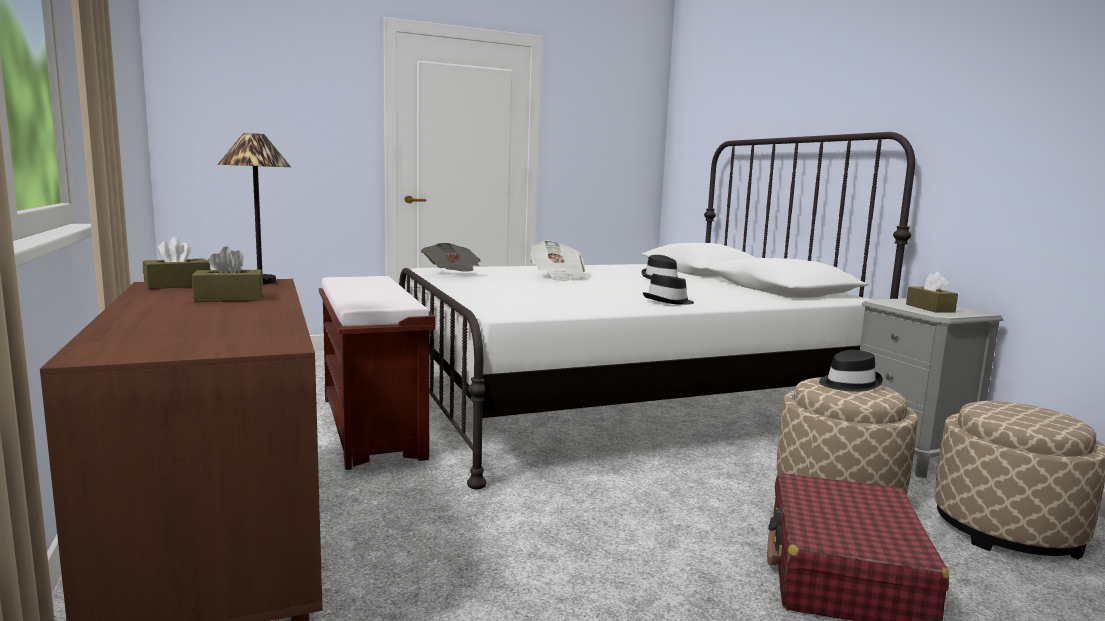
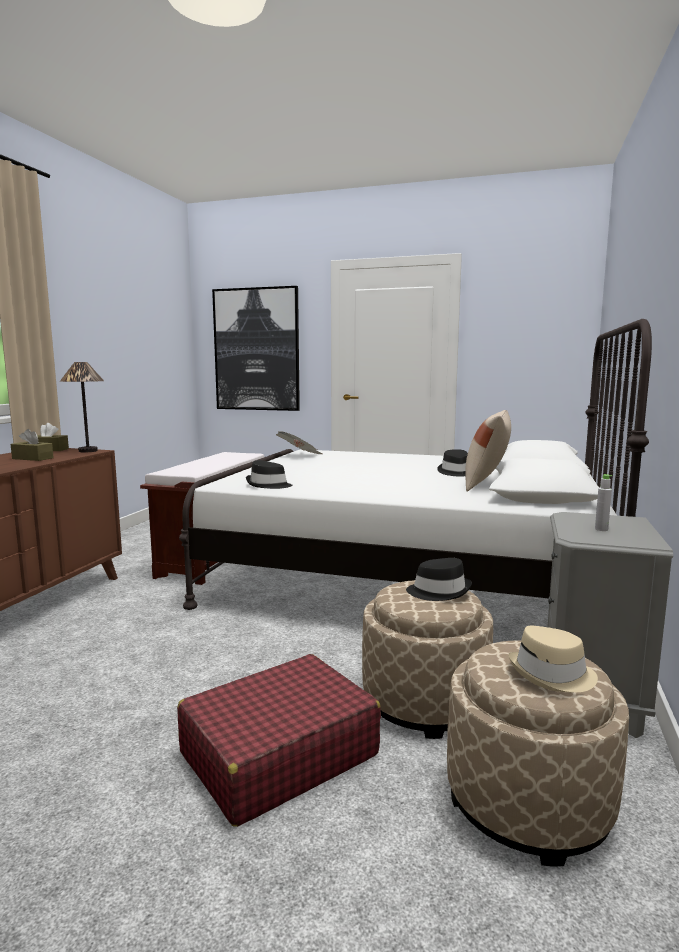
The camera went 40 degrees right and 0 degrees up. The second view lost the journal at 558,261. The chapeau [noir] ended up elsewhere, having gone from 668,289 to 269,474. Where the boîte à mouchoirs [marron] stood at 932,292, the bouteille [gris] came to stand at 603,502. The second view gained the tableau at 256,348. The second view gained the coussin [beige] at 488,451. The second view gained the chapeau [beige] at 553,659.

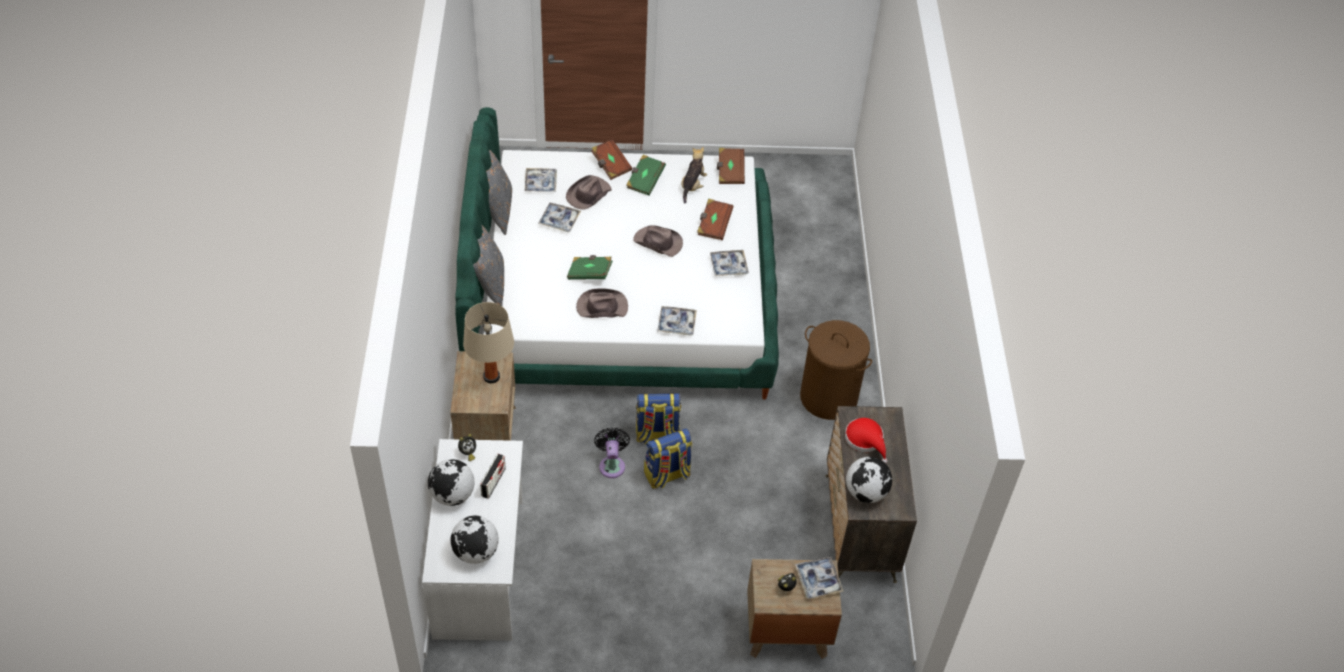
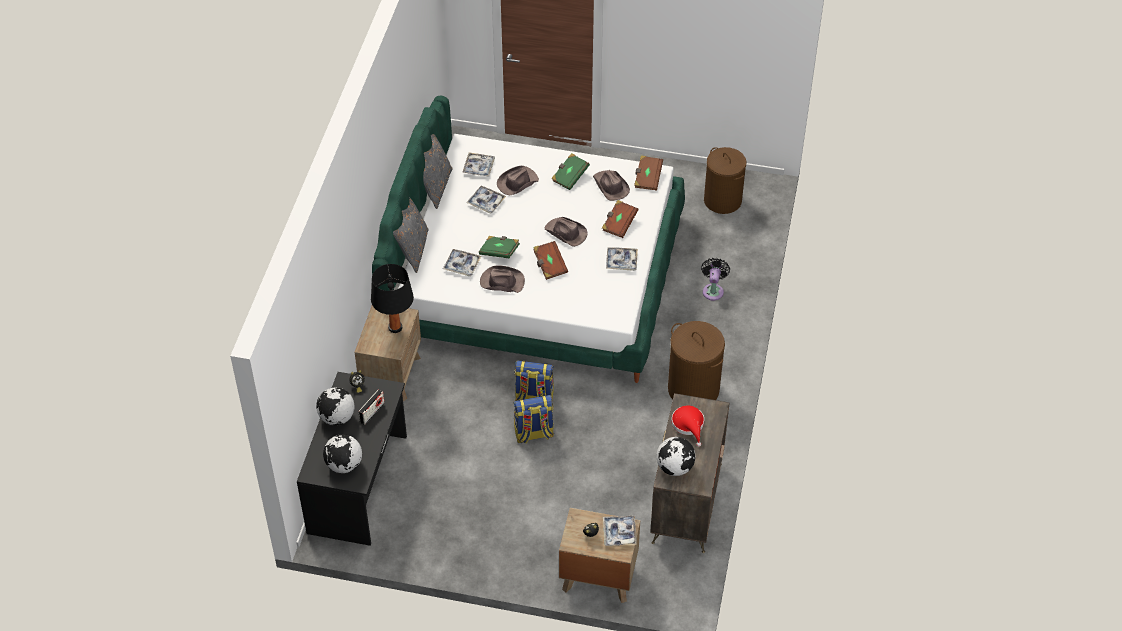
The camera went 15 degrees right and 0 degrees up. What was the bureau [blanc] at 472,540 turned into the bureau [noir] at 352,459. What was the lampe de table [beige] at 488,342 turned into the lampe de table [noir] at 392,298. The livre [marron] ended up elsewhere, having gone from 611,159 to 550,260. The ventilateur [noir] ended up elsewhere, having gone from 612,452 to 715,279. The plateau ended up elsewhere, having gone from 677,321 to 462,262. Where the peluche stood at 694,175, the chapeau [marron] came to stand at 611,185. The second view gained the panier à linge [marron] at 725,180.

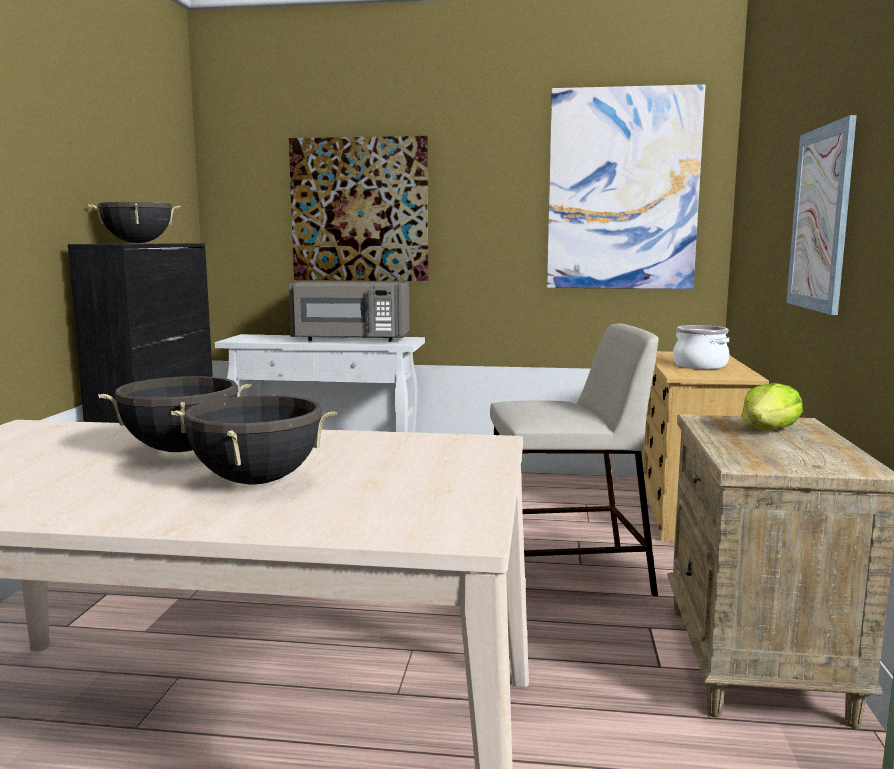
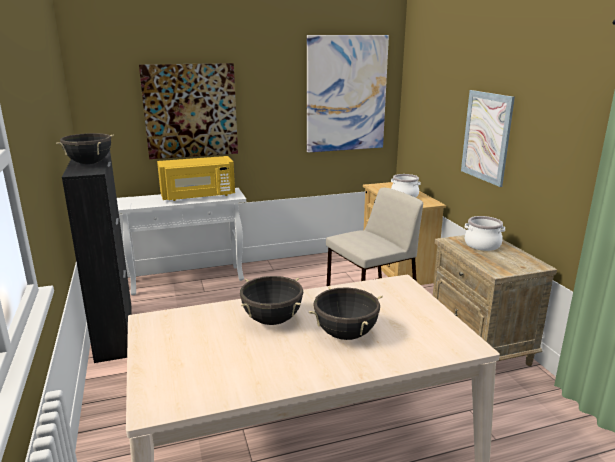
The camera went 25 degrees left and 10 degrees up. What was the micro-ondes [gris] at 349,312 turned into the micro-ondes [jaune] at 196,178. Where the laitue stood at 772,406, the marmite came to stand at 485,233.

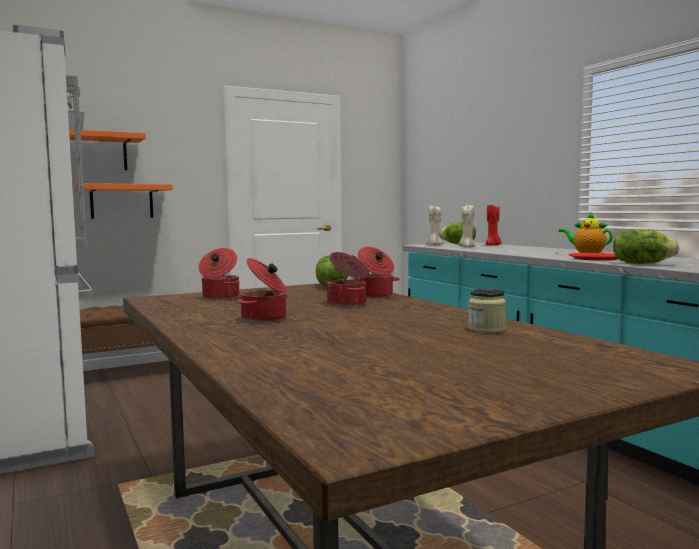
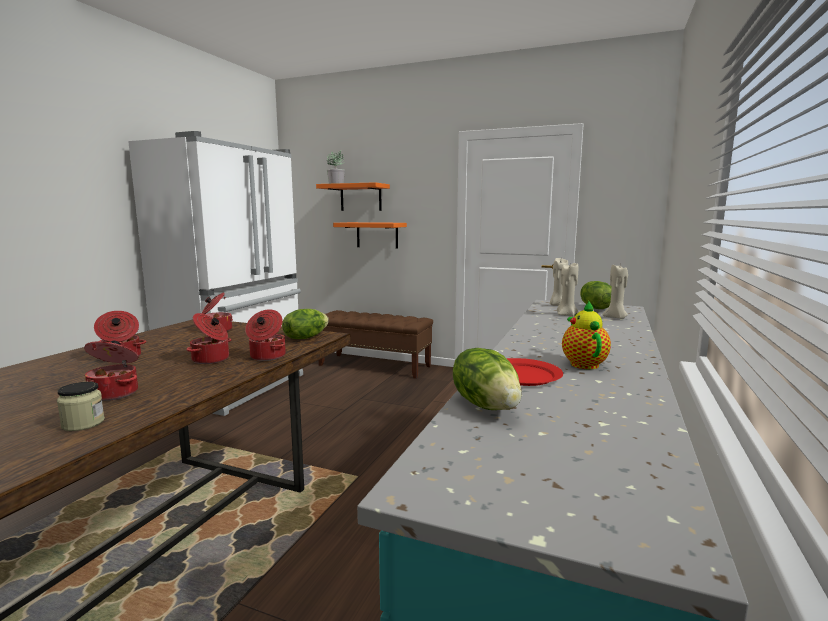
The camera went 50 degrees right and 5 degrees up. What was the bougie [rouge] at 494,225 turned into the bougie [beige] at 615,292. The second view gained the marmite at 111,371.

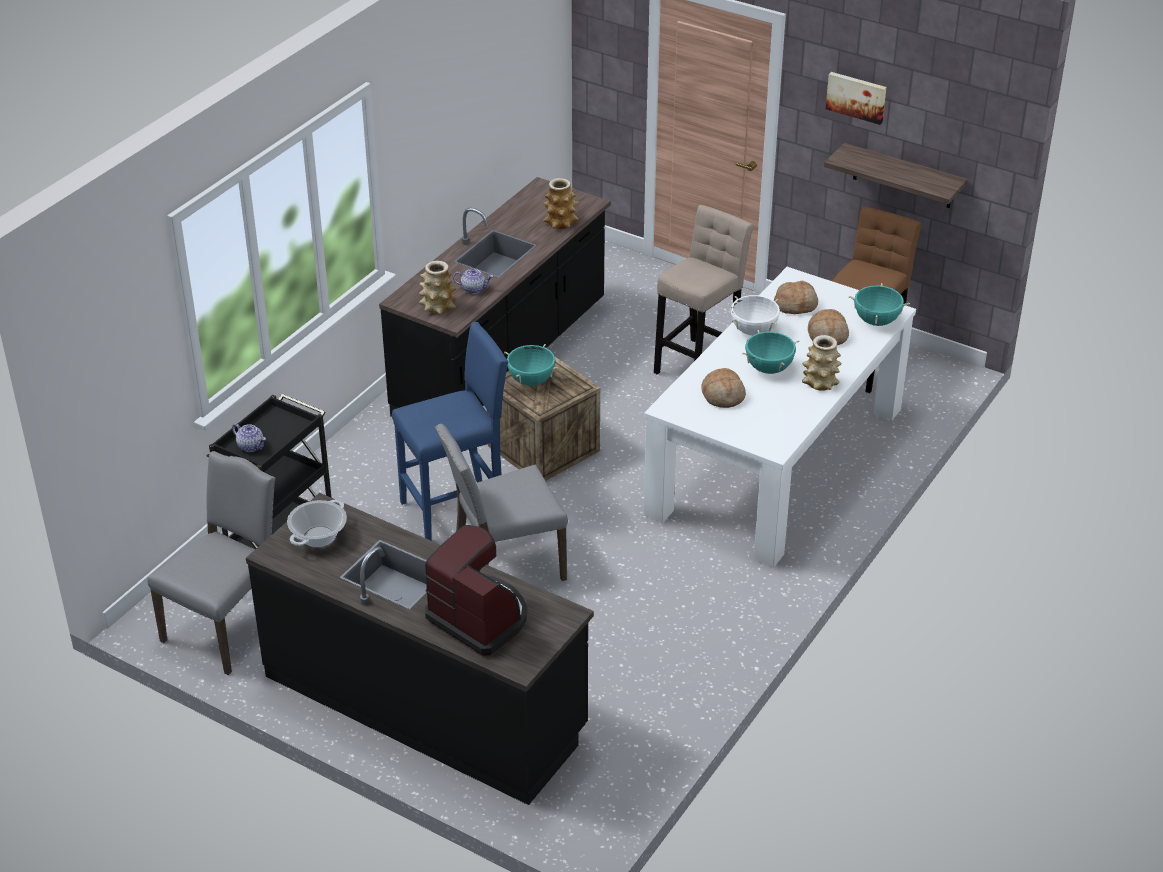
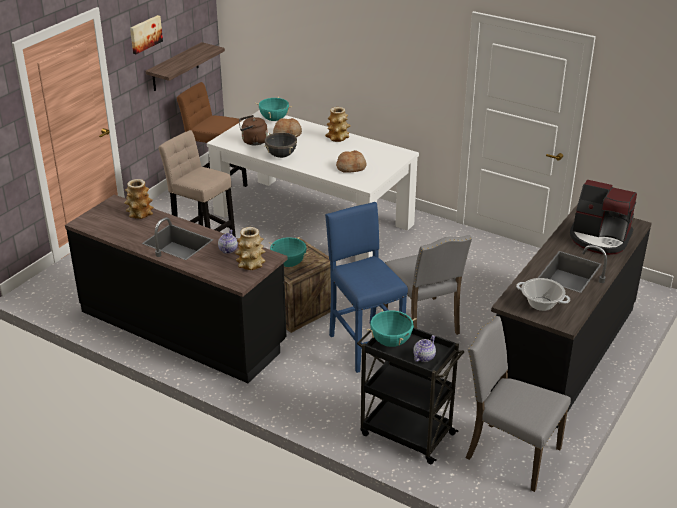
The camera went 90 degrees left and 5 degrees down. The machine à café at 475,590 ended up facing another way, 105 degrees counterclockwise from before. What was the marmite [blanc] at 755,315 turned into the marmite [noir] at 280,145. The marmite [turquoise] ended up elsewhere, having gone from 771,352 to 392,328. Where the pain stood at 796,297, the bouilloire [marron] came to stand at 253,130.

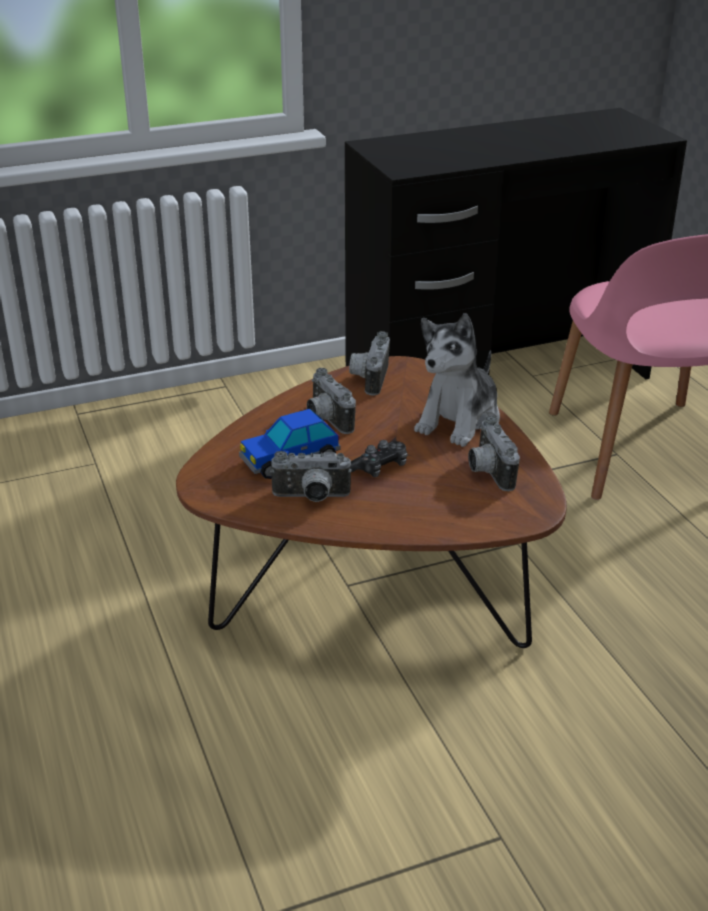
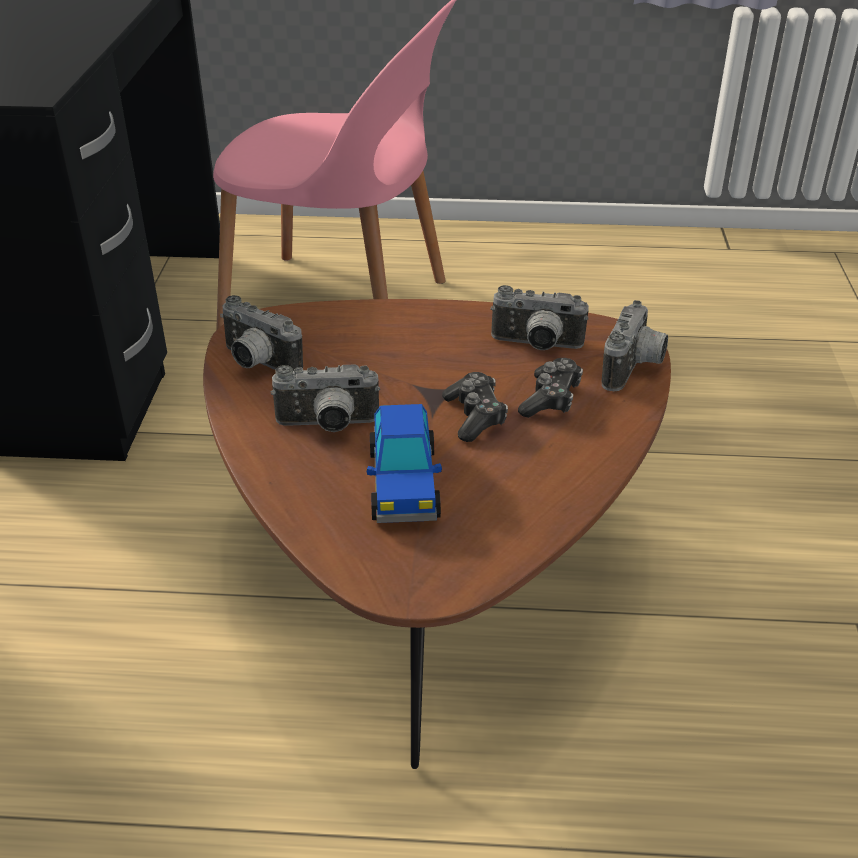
The camera went 65 degrees left and 5 degrees up. The appareil photo ended up elsewhere, having gone from 311,476 to 635,345. The second view lost the peluche at 457,380. The second view gained the manette at 550,388.

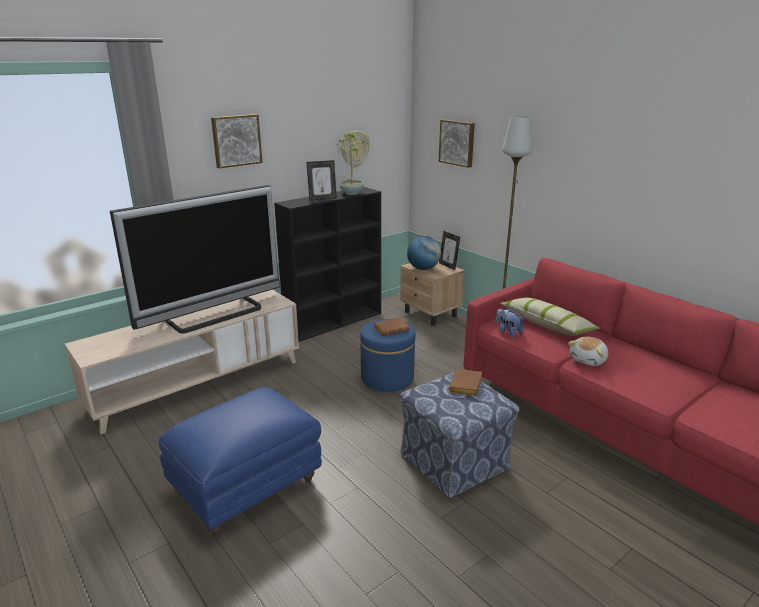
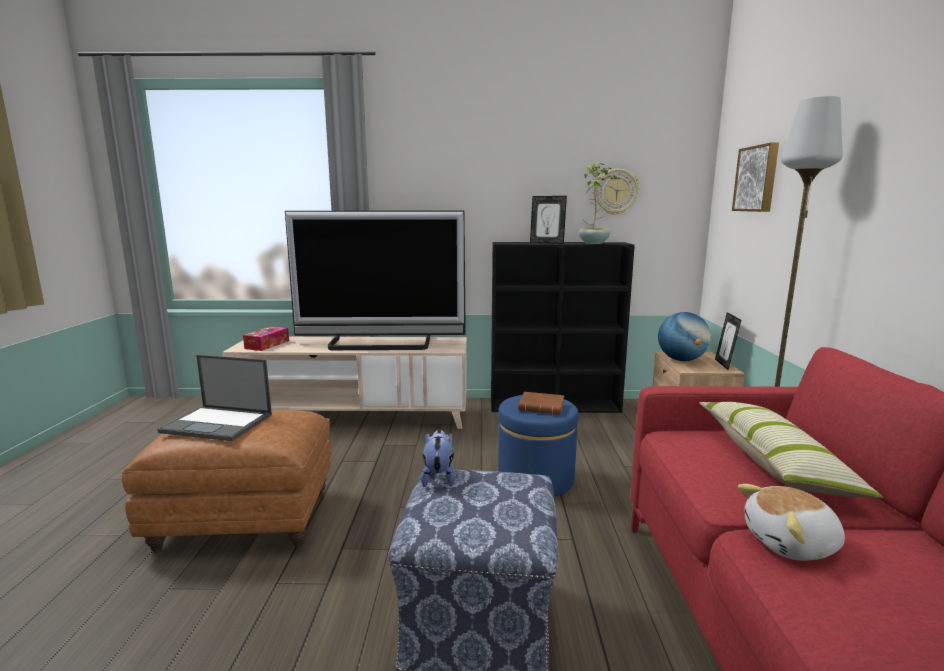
The camera went 40 degrees right and 10 degrees down. What was the pouf [bleu] at 240,461 turned into the pouf [marron] at 227,480. The second view lost the tableau at 237,141. The second view lost the livre [marron] at 465,382. The peluche ended up elsewhere, having gone from 509,322 to 438,458. The second view gained the ordinateur portable at 214,398. The second view gained the boîte à mouchoirs at 266,338.

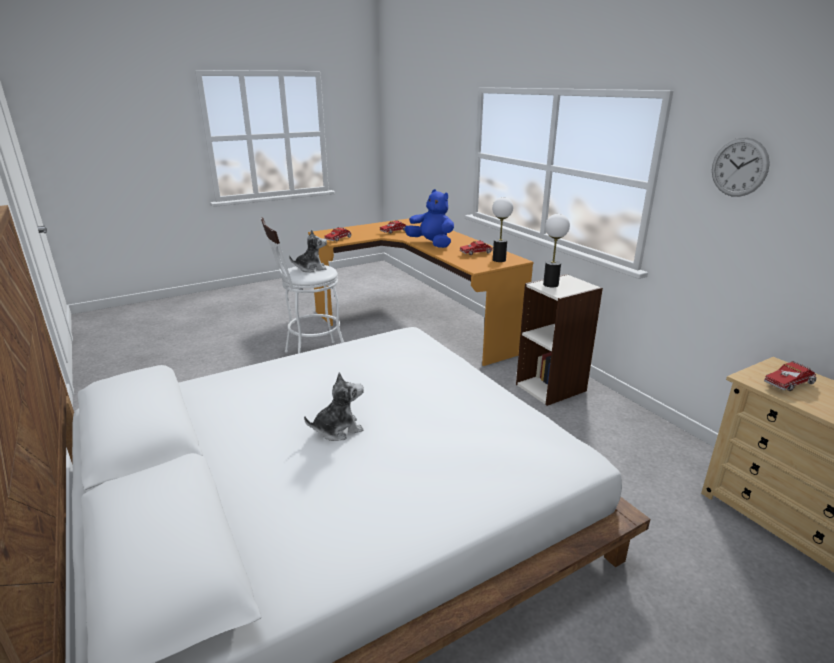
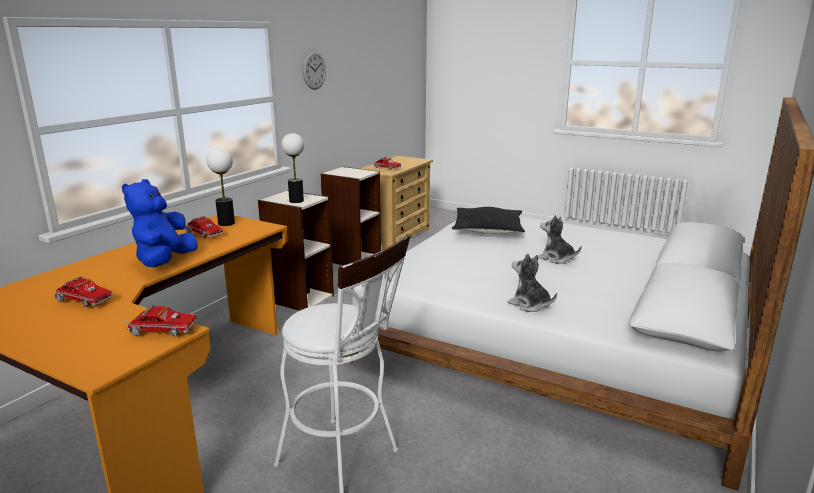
The camera went 120 degrees left and 5 degrees down. The peluche ended up elsewhere, having gone from 308,250 to 532,282. The second view gained the bibliothèque at 350,215. The second view gained the coussin [noir] at 488,220.

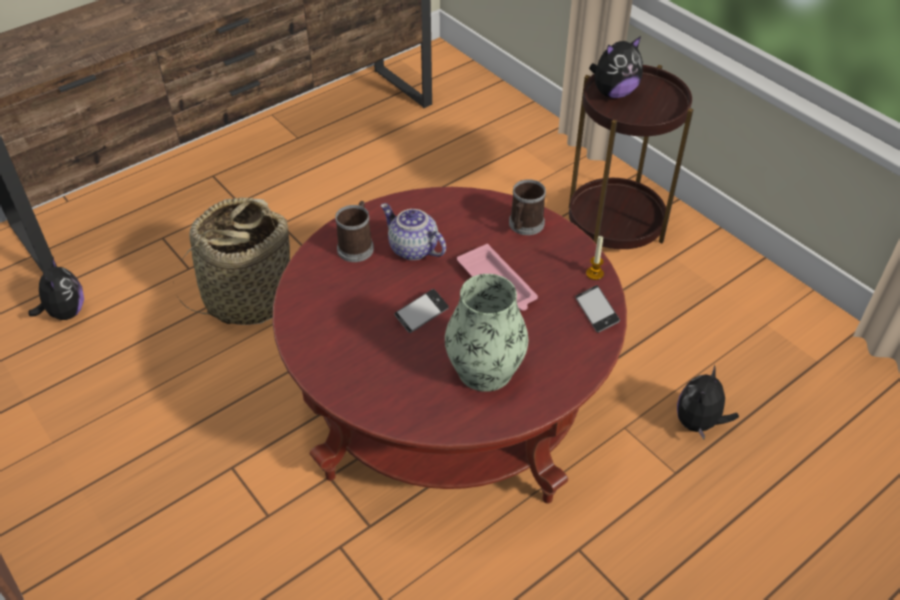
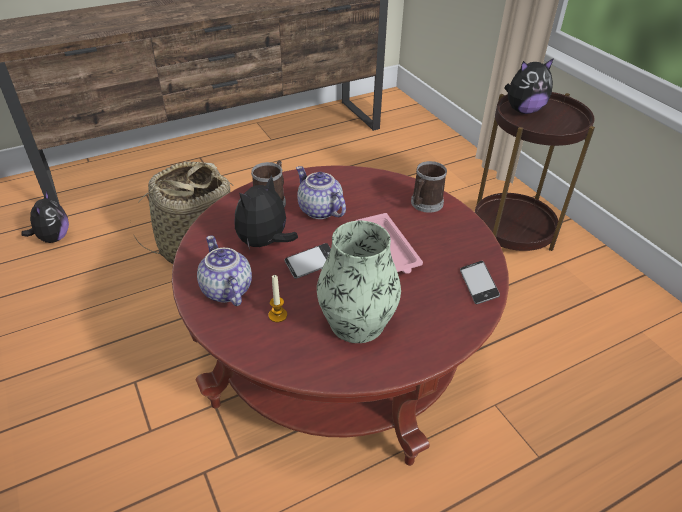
The camera went 10 degrees right and 5 degrees down. The bougie ended up elsewhere, having gone from 595,258 to 277,298. The peluche ended up elsewhere, having gone from 708,402 to 266,212. The second view gained the théière at 224,270.

